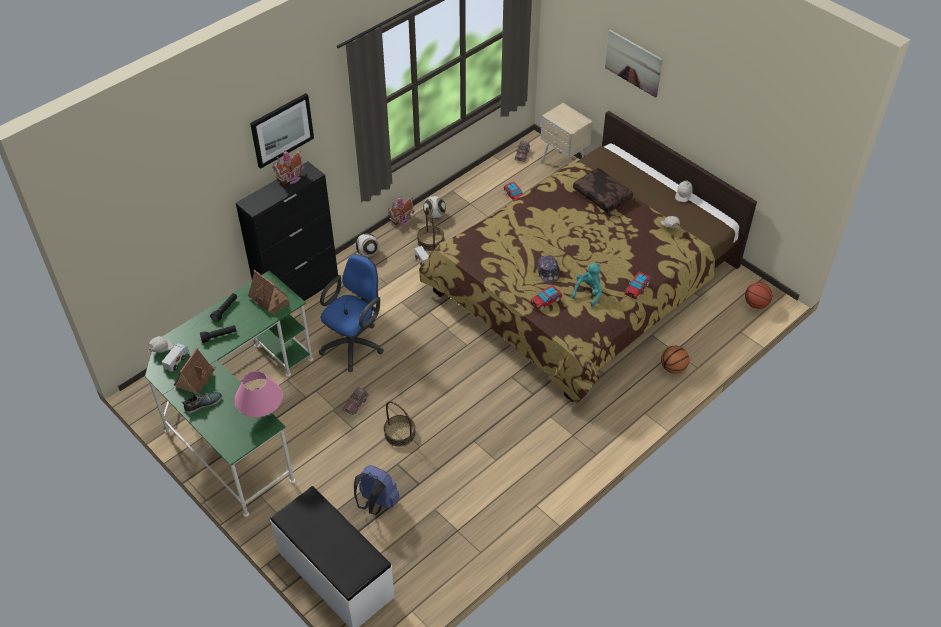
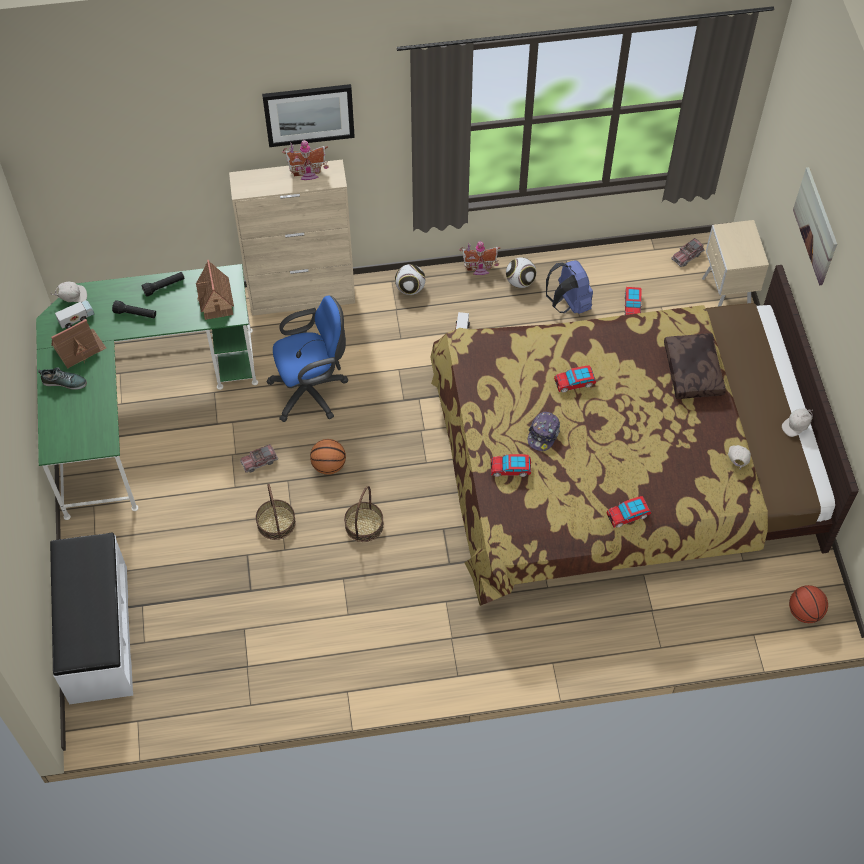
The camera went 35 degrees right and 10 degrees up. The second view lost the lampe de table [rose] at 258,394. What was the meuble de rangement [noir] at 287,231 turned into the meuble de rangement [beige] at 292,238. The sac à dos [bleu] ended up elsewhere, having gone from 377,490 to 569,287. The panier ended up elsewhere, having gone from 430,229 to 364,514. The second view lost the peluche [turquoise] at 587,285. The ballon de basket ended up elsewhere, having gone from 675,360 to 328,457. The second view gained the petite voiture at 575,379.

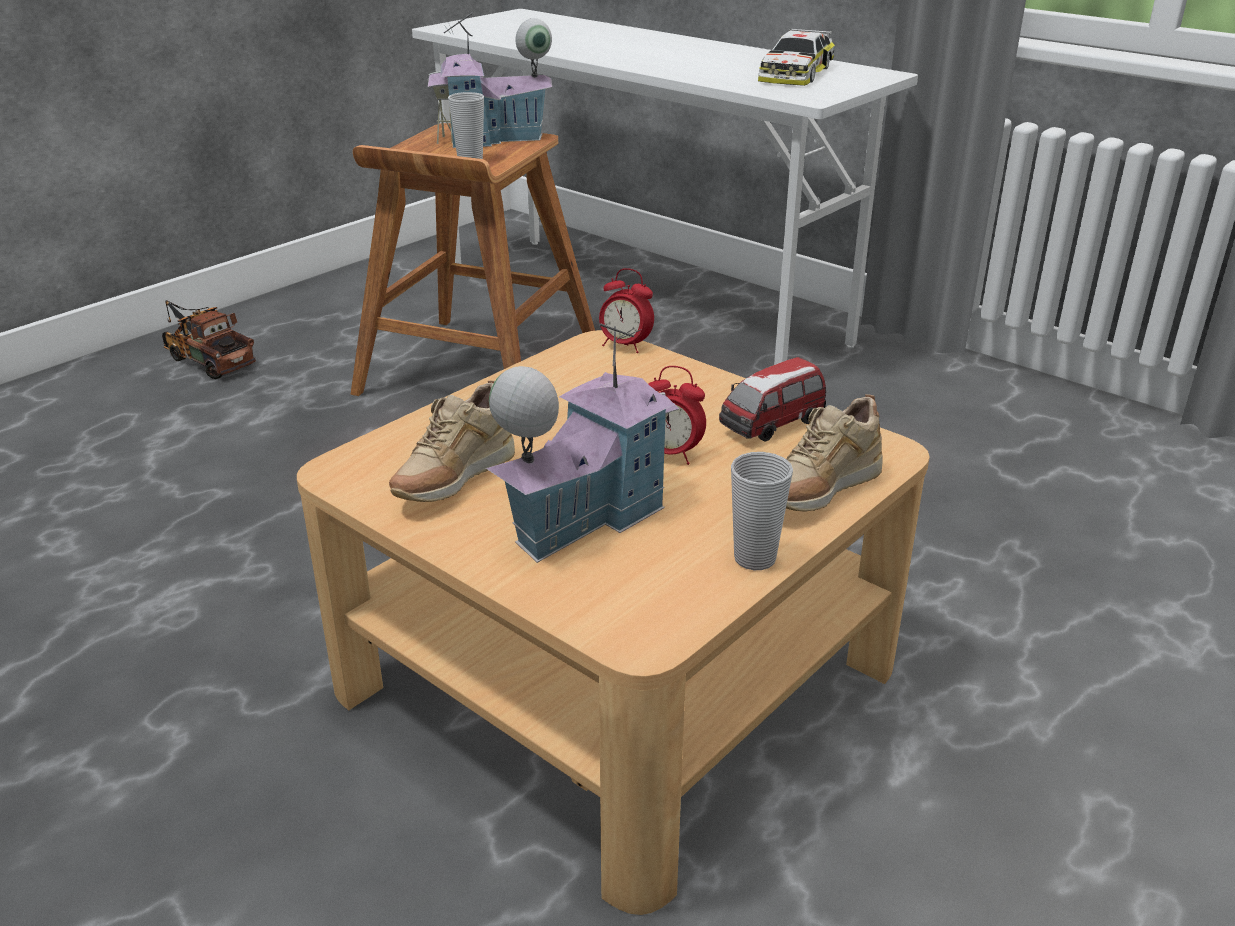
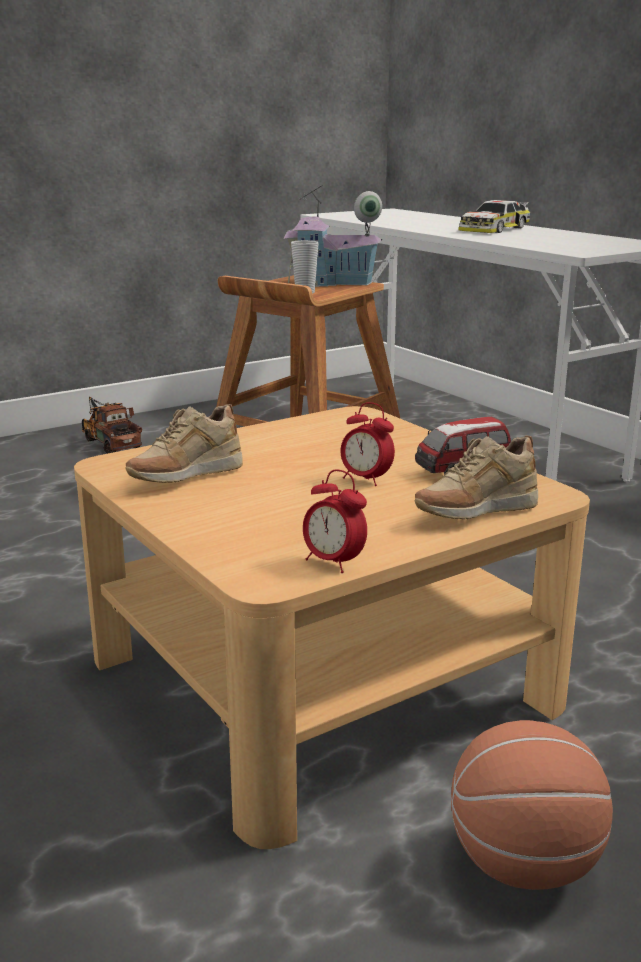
The camera went 15 degrees right and 10 degrees down. The second view lost the maison miniature at 582,443. The réveil ended up elsewhere, having gone from 626,310 to 335,521. The second view lost the tasse at 762,511. The petite voiture ended up elsewhere, having gone from 796,57 to 494,216. The second view gained the ballon de basket at 532,805.

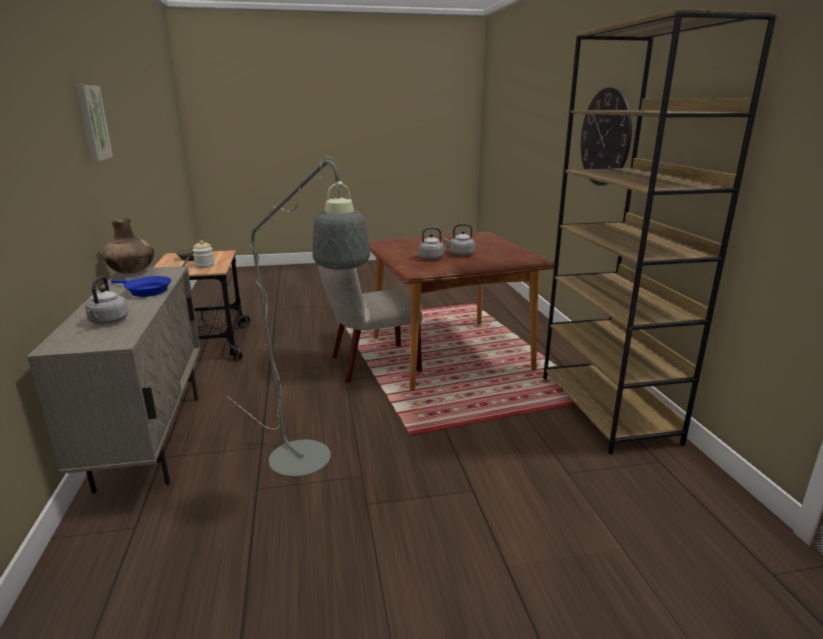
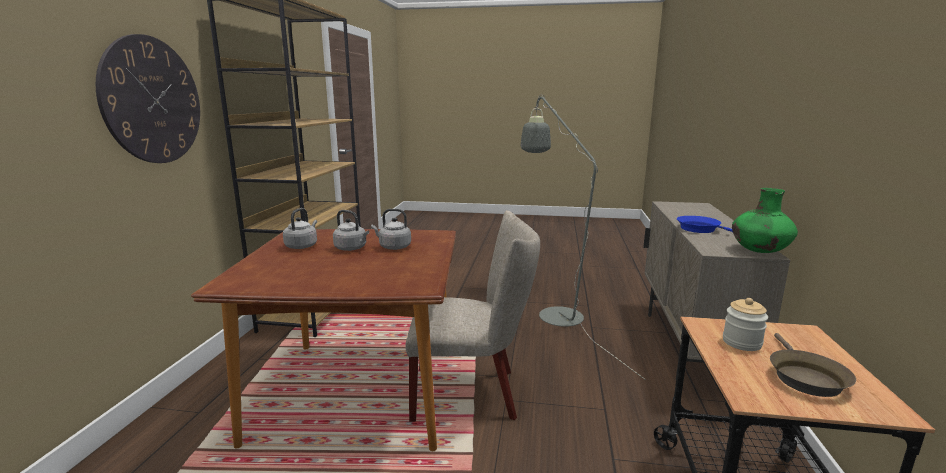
The camera went 160 degrees left and 5 degrees down. The second view lost the tableau at 94,123. The bouilloire [gris] ended up elsewhere, having gone from 106,300 to 300,228. What was the vase [marron] at 128,246 turned into the vase [vert] at 765,220.

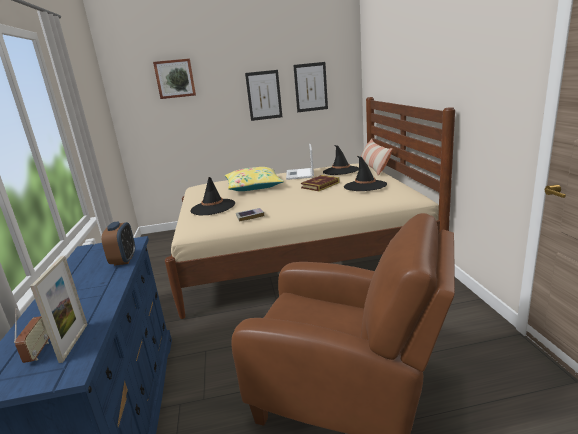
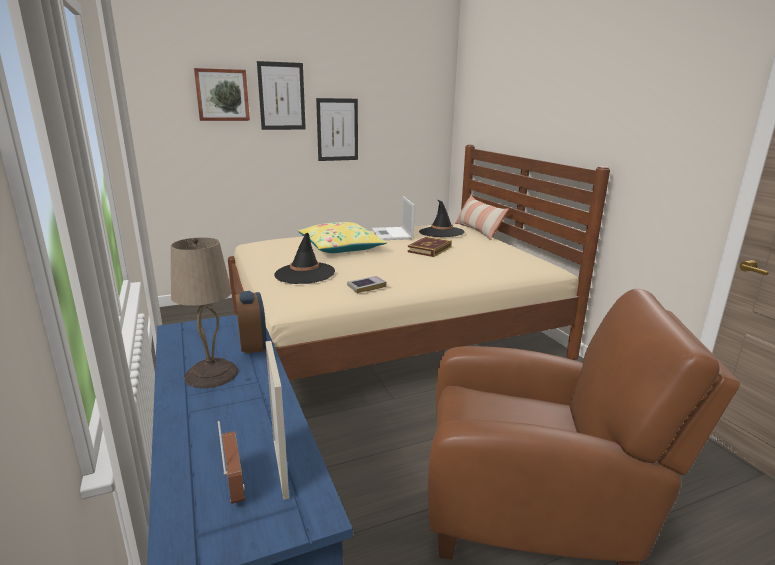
The camera went 15 degrees left and 0 degrees up. The tableau ended up elsewhere, having gone from 310,87 to 281,95. The second view lost the chapeau [noir] at 365,173. The second view gained the lampe de table [beige] at 204,312.

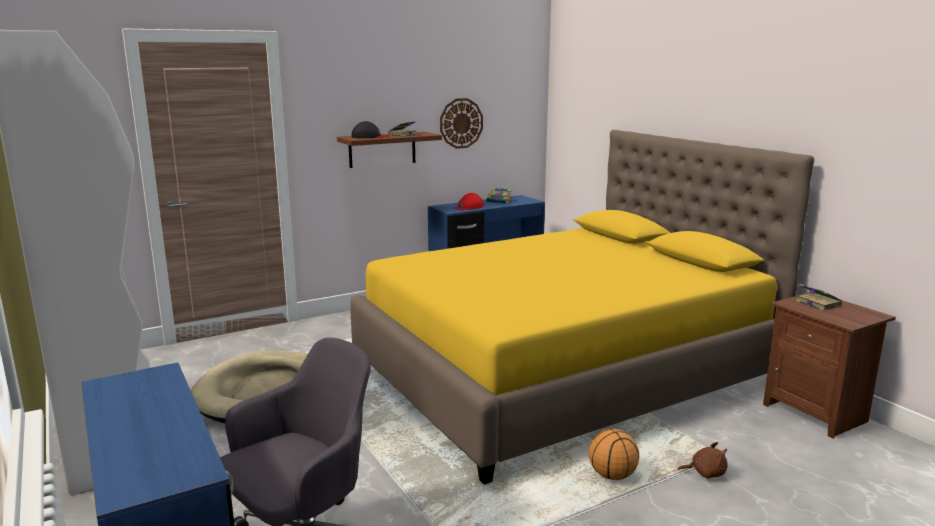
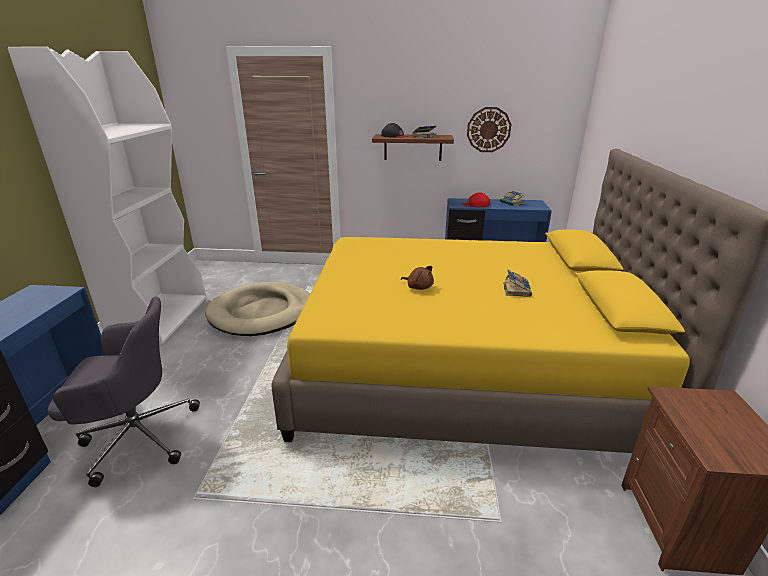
The camera went 35 degrees right and 10 degrees up. The second view lost the ballon de basket at 614,454. The peluche [marron] ended up elsewhere, having gone from 703,460 to 417,278. The livre ended up elsewhere, having gone from 819,297 to 517,283.

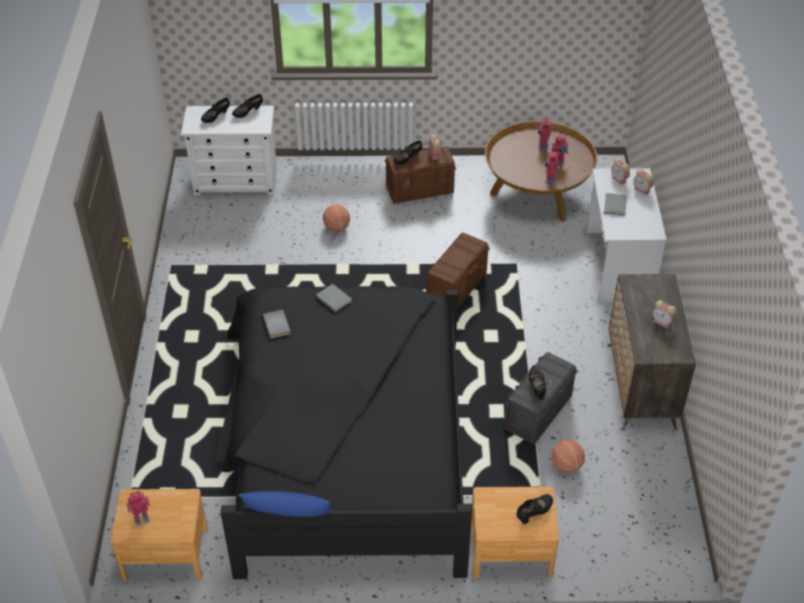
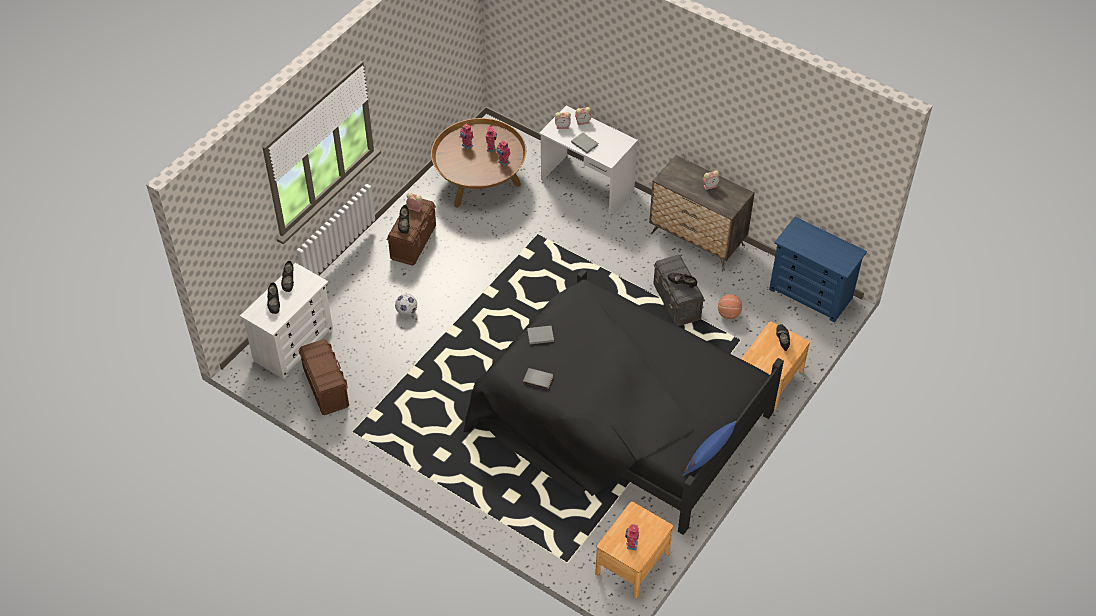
The camera went 55 degrees left and 5 degrees up. Where the ballon de basket stood at 336,218, the ballon de foot came to stand at 406,305. The boîte de rangement [marron] ended up elsewhere, having gone from 457,270 to 323,377. The second view gained the commode [bleu] at 818,270.

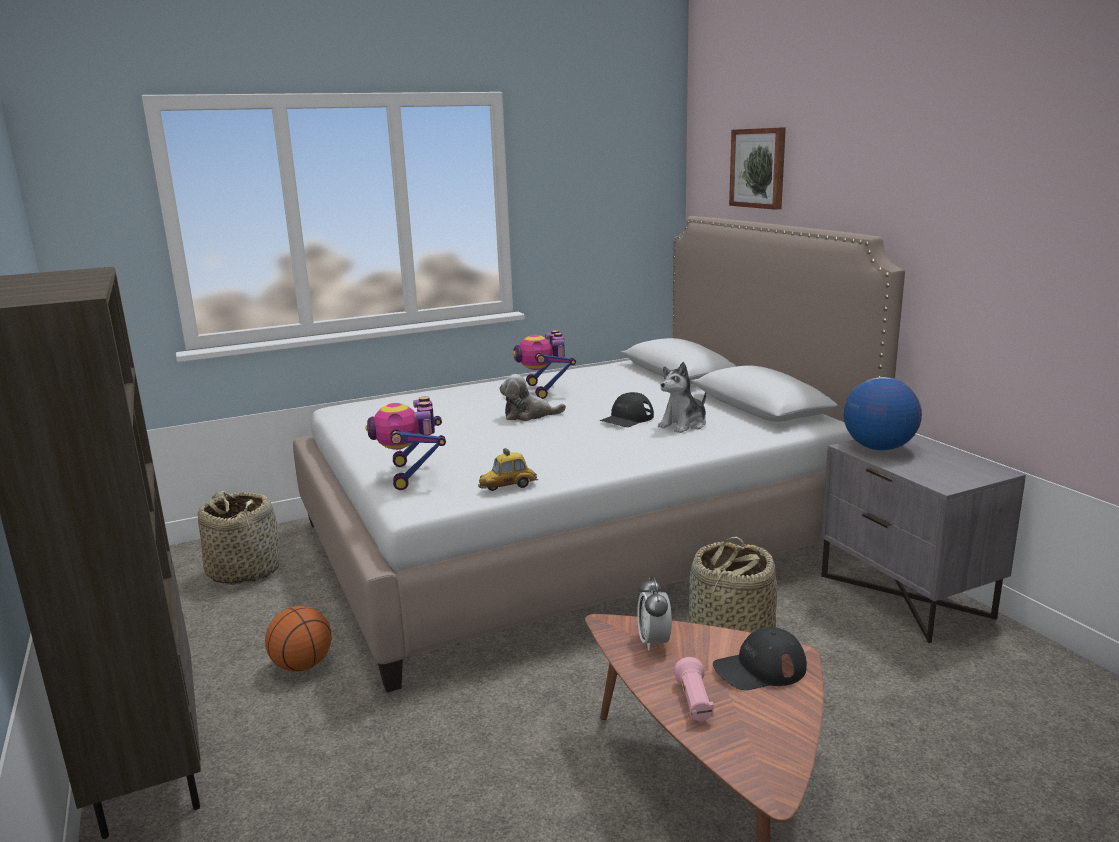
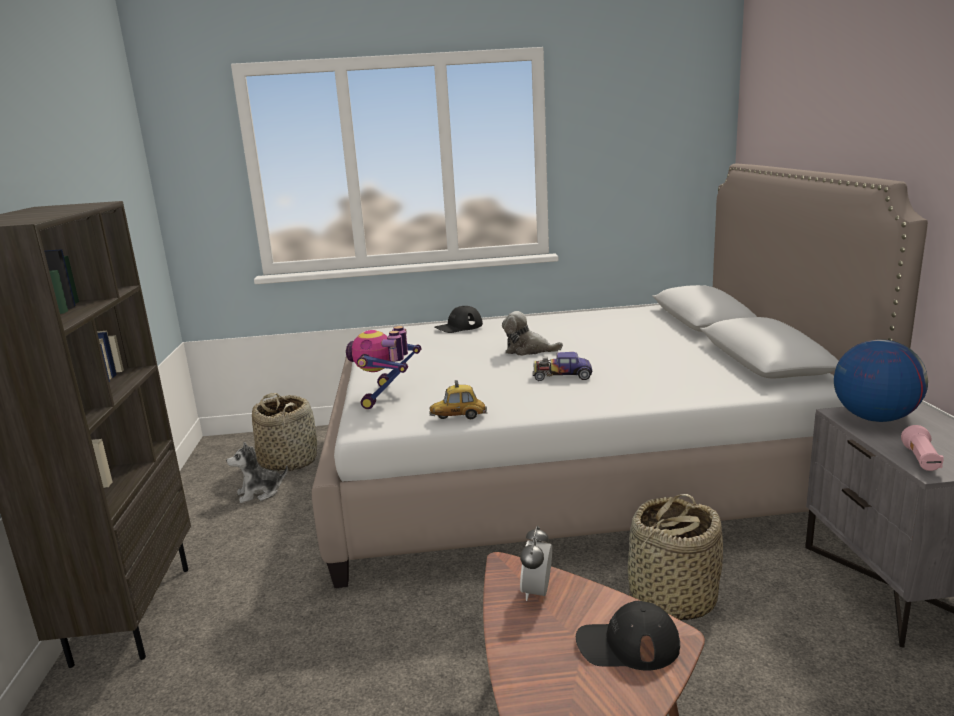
The camera went 20 degrees right and 0 degrees up. The second view lost the ballon de basket at 298,639. The second view lost the robot jouet at 544,364. The casquette [noir] ended up elsewhere, having gone from 627,409 to 459,319. The peluche ended up elsewhere, having gone from 682,397 to 257,472. The lampe de poche [rose] ended up elsewhere, having gone from 694,689 to 922,448. The second view lost the tableau at 757,168. The second view gained the petite voiture at 562,366.

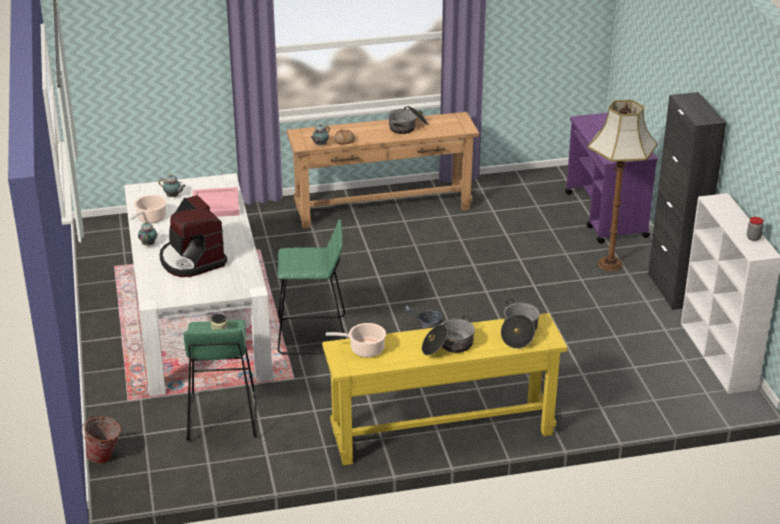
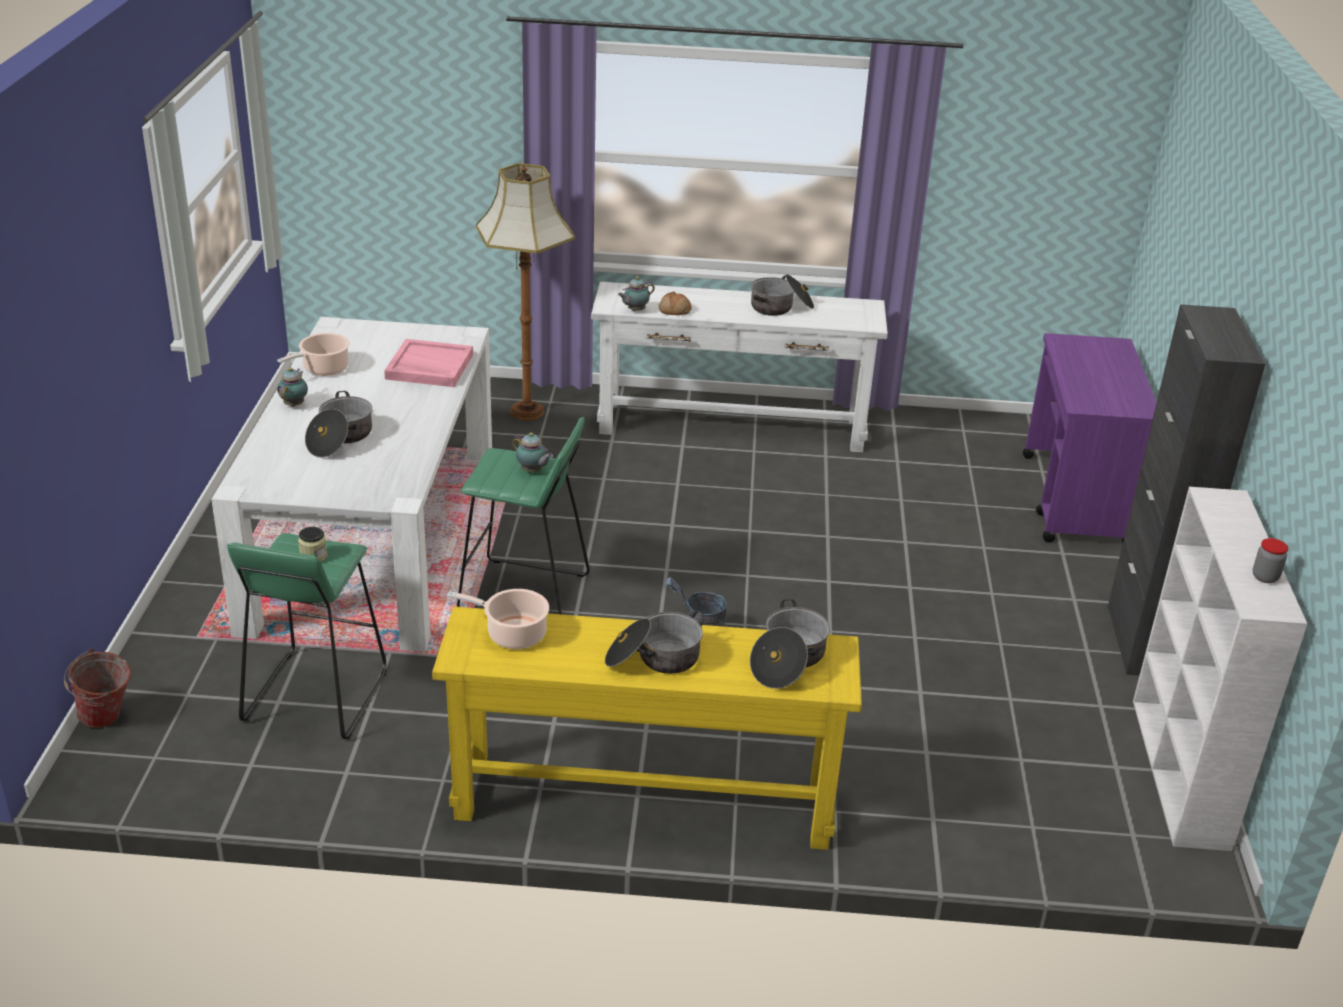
The camera went 15 degrees right and 0 degrees up. The théière ended up elsewhere, having gone from 172,185 to 532,452. Where the machine à café stood at 193,236, the marmite came to stand at 338,424. What was the table console [marron] at 383,170 turned into the table console [blanc] at 739,367. The lampadaire ended up elsewhere, having gone from 622,185 to 525,291.

